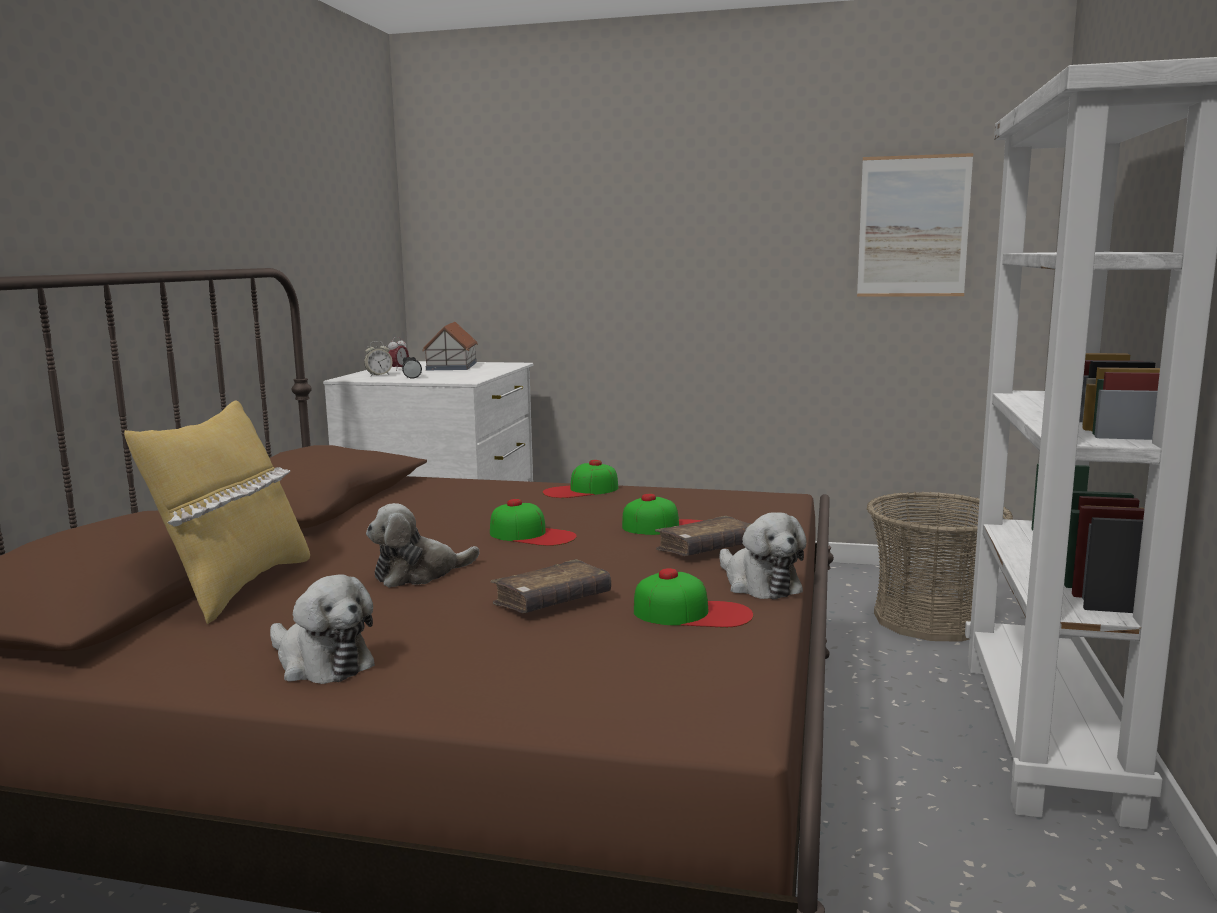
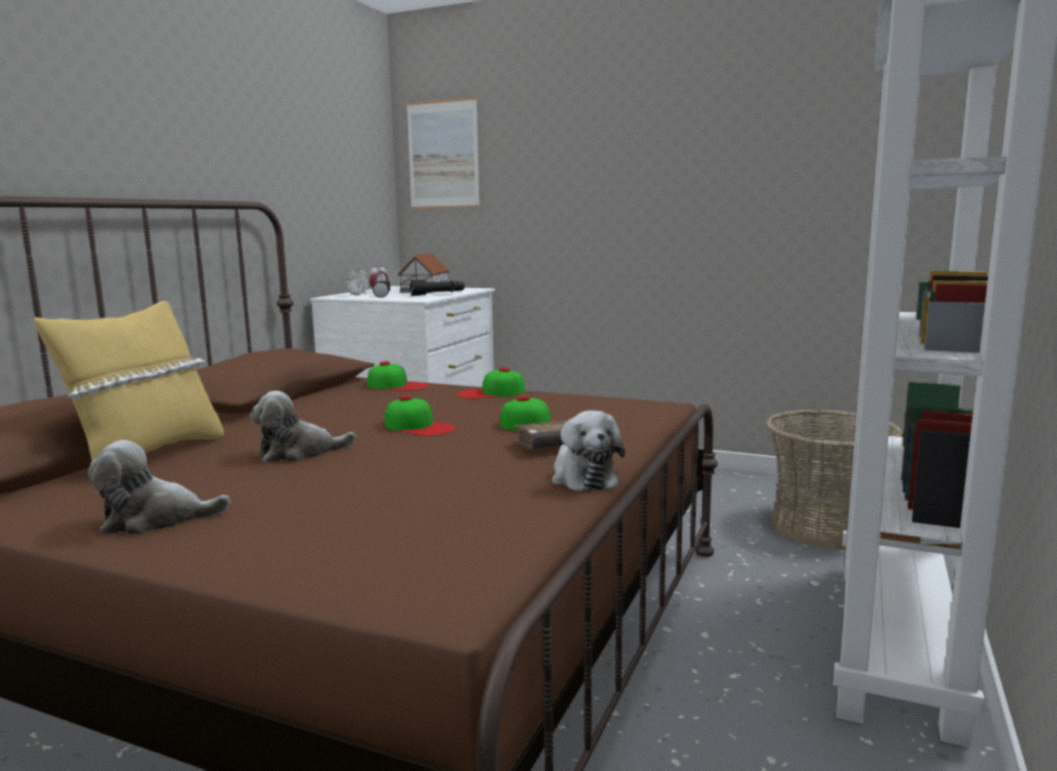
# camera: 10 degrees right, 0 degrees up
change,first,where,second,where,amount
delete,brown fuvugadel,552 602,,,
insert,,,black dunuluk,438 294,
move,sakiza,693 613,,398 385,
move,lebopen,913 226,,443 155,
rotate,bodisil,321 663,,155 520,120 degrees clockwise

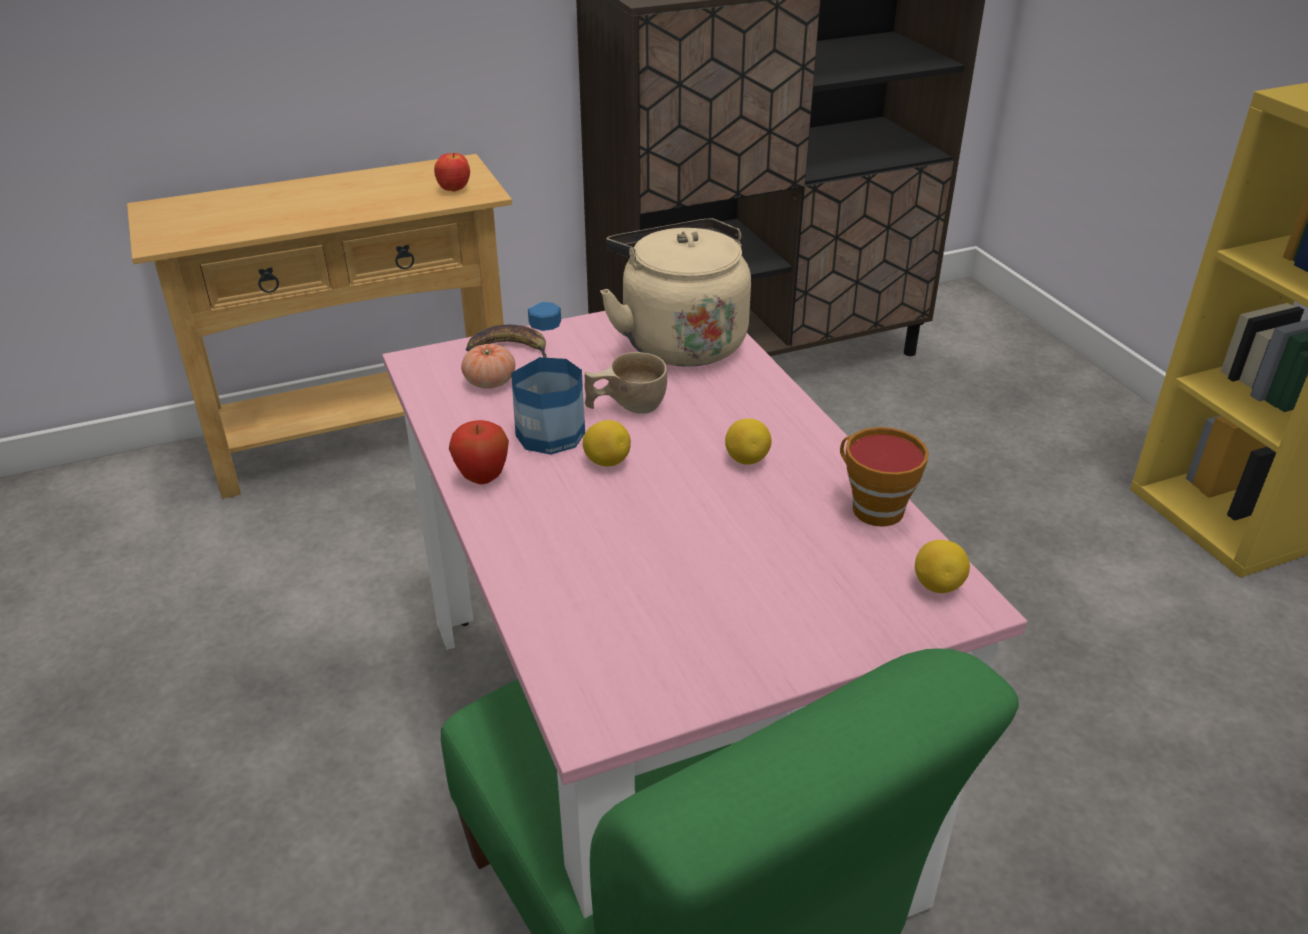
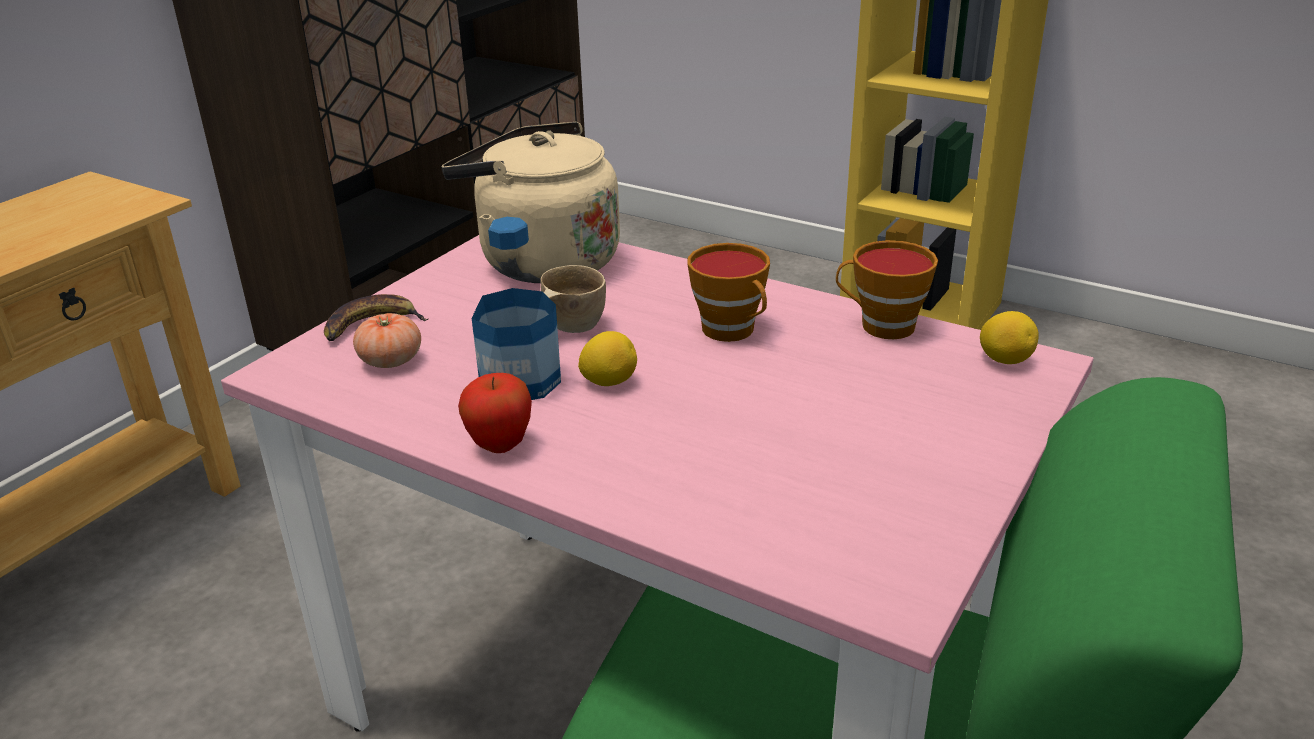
# camera: 35 degrees left, 5 degrees down
change,first,where,second,where,amount
delete,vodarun,454 190,,,
replace,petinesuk,746 460,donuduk,733 331,

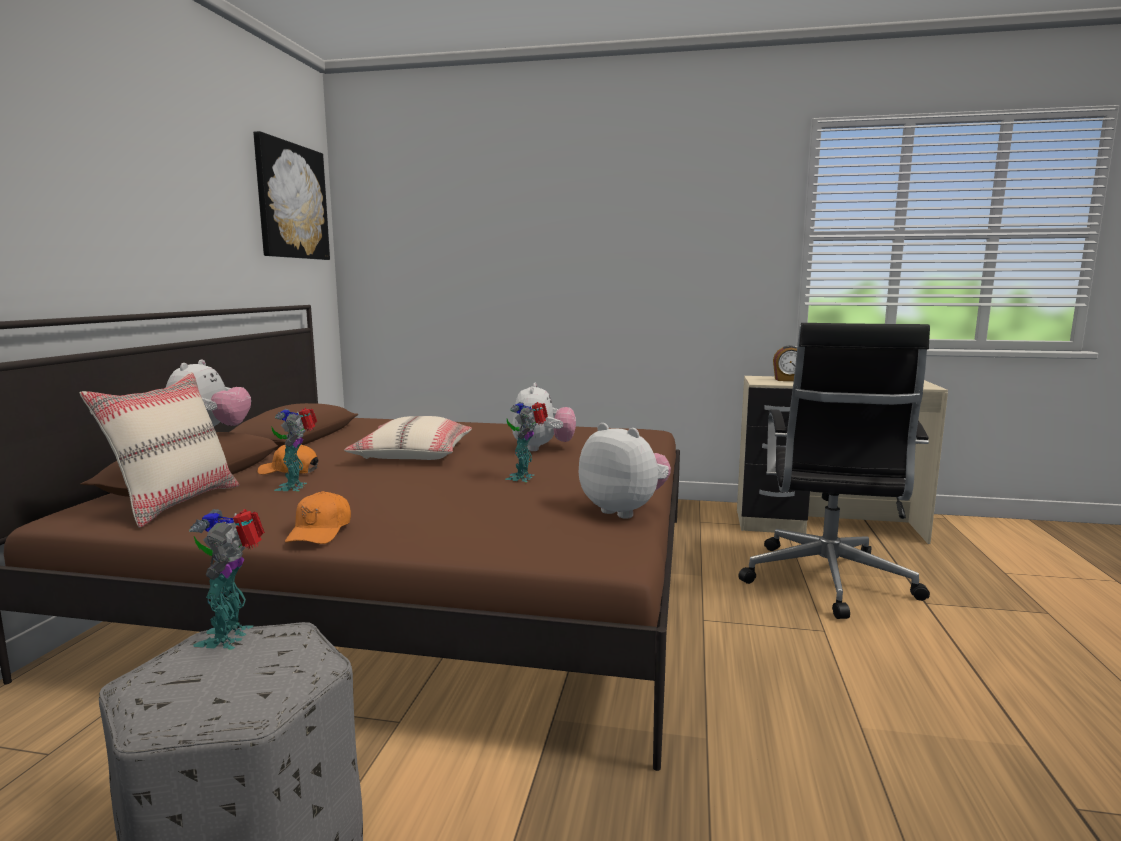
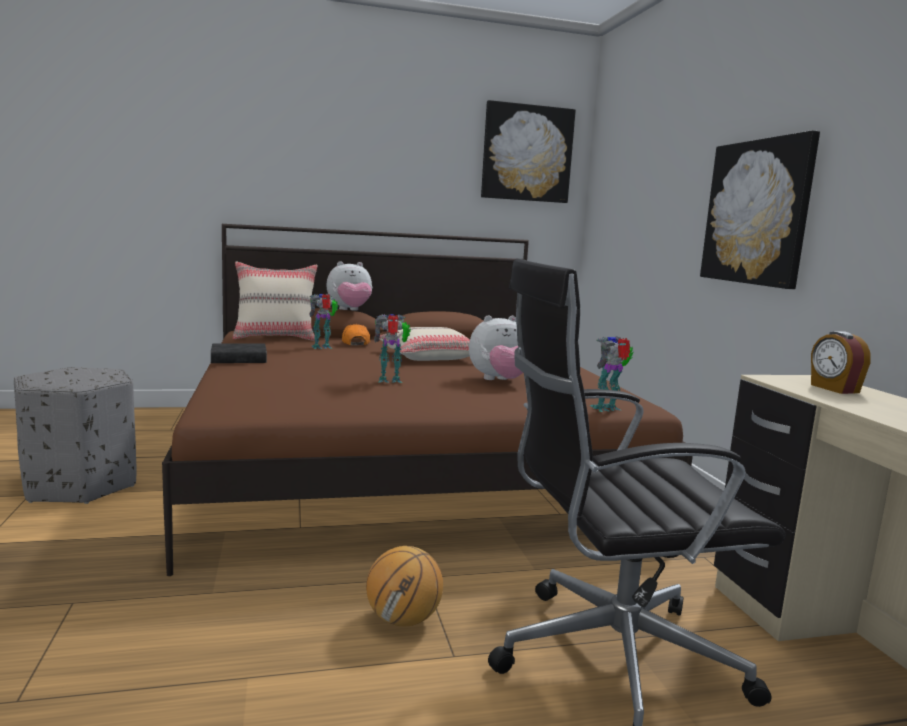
# camera: 65 degrees right, 0 degrees up
change,first,where,second,where,amount
delete,bodisil,624 510,,,
insert,,,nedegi,403 620,
insert,,,lebopen,757 212,
move,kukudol,231 636,,608 409,
replace,orange sakiza,320 531,black fuvugadel,239 359,

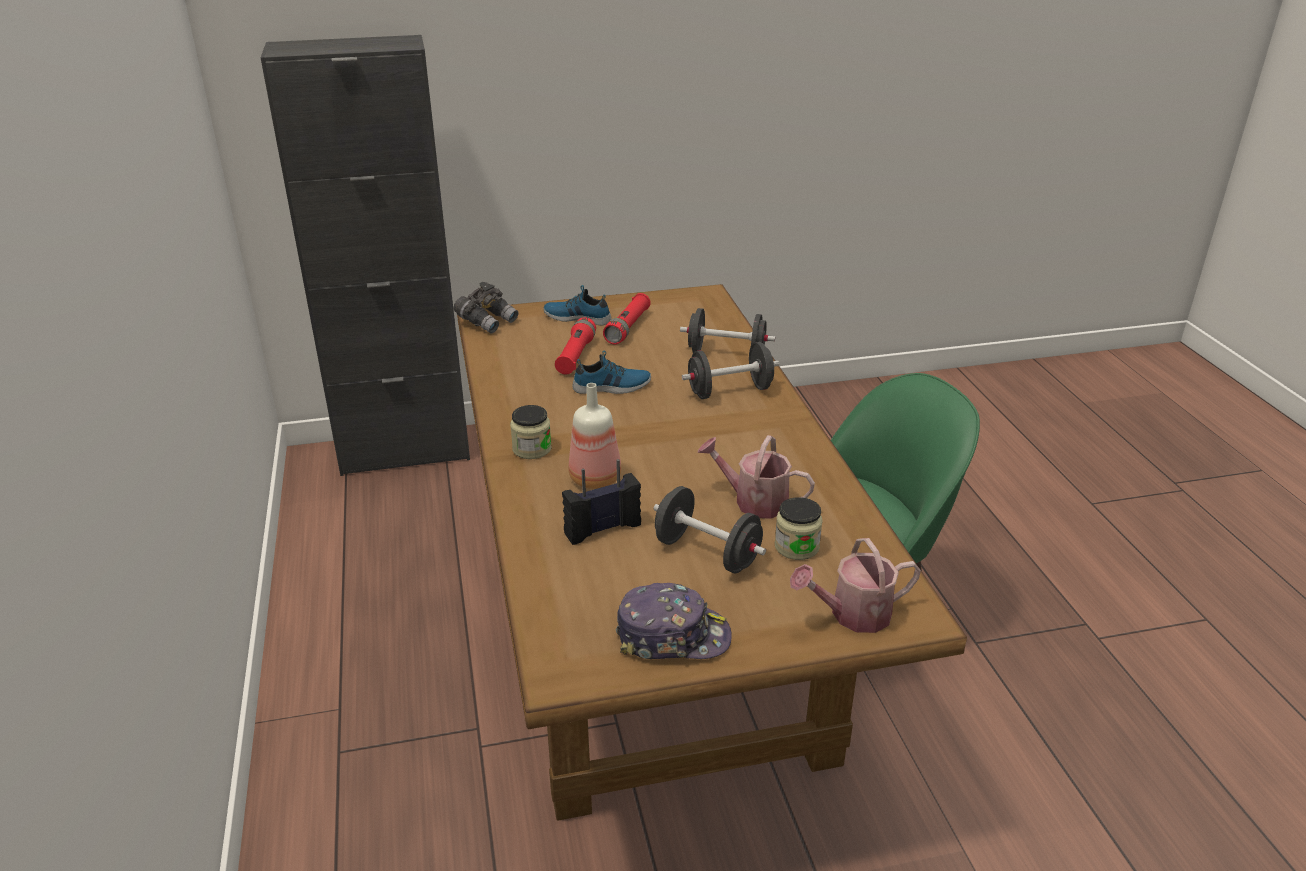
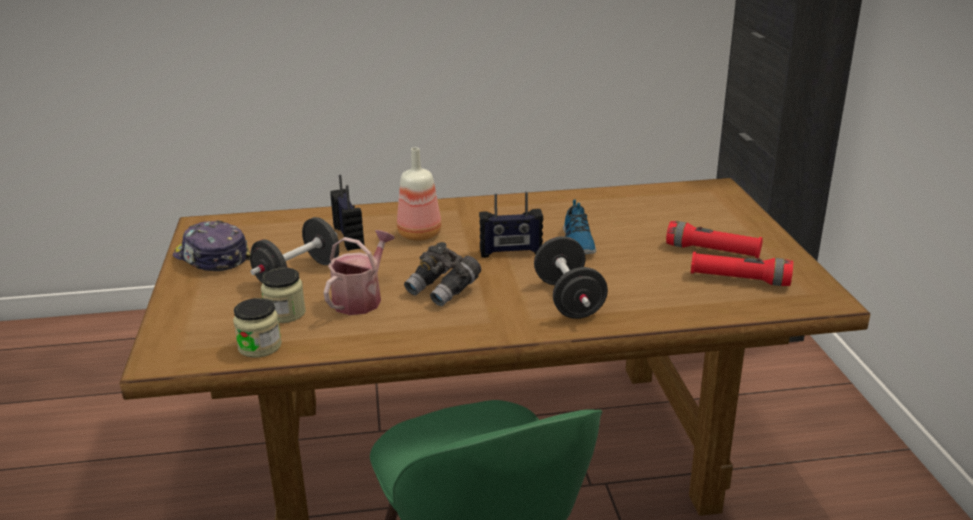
# camera: 95 degrees right, 5 degrees down
change,first,where,second,where,amount
delete,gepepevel,578 317,,,
delete,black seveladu,726 354,,,
delete,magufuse,852 614,,,
insert,,,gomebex,511 252,
move,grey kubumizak,487 322,,444 290,
move,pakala,532 449,,260 346,
move,red dunuluk,575 356,,739 279,
rotate,sakiza,672 636,,211 258,120 degrees clockwise

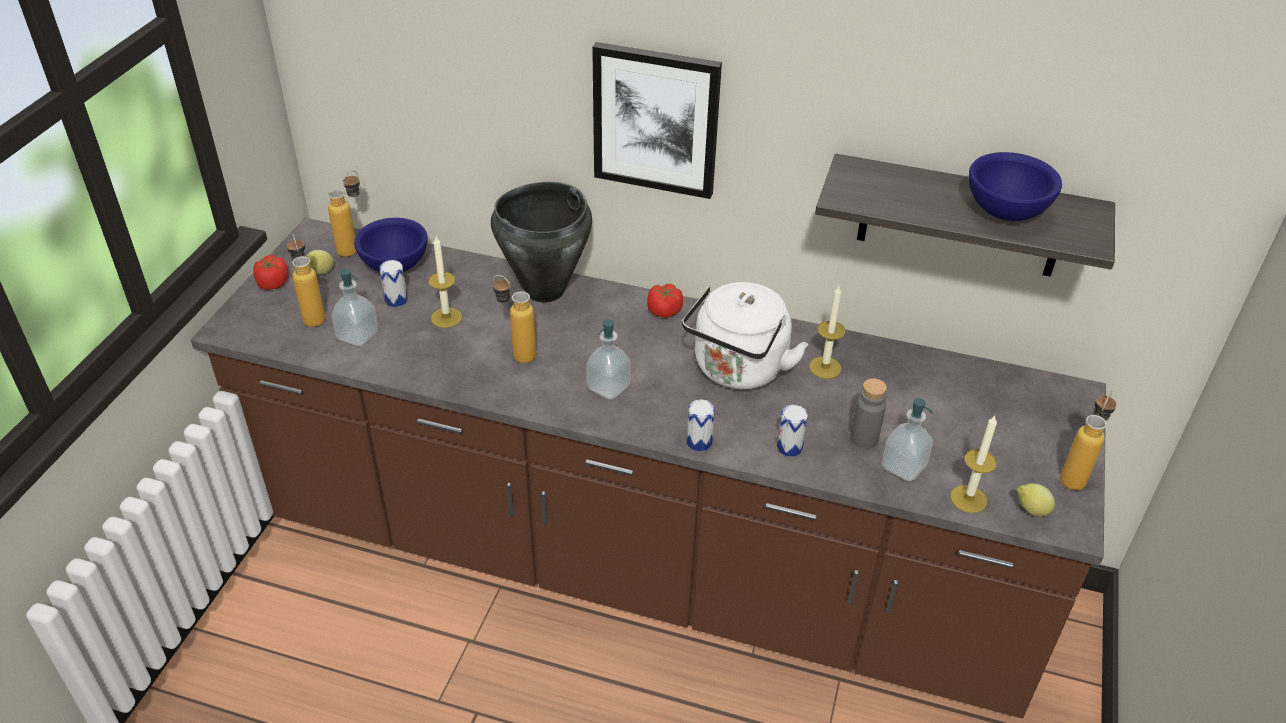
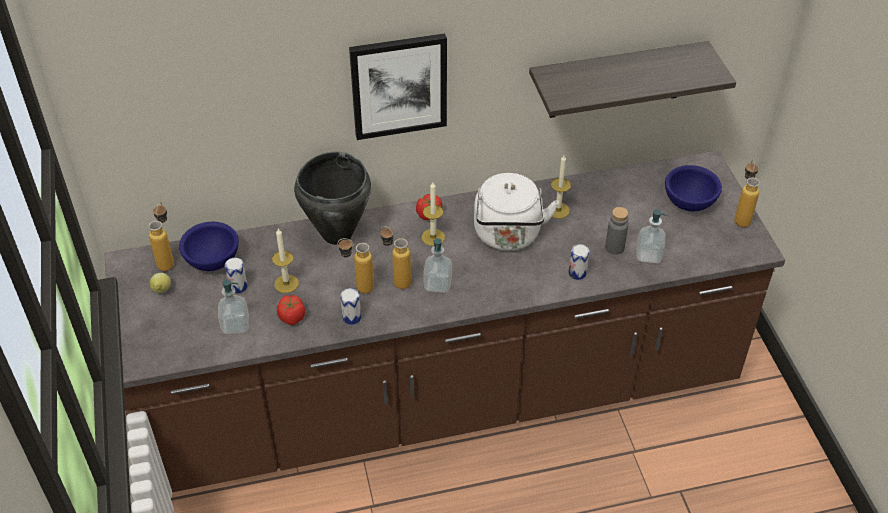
# camera: 30 degrees left, 5 degrees up
change,first,where,second,where,amount
delete,petinesuk,1030 511,,,
move,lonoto,273 283,,292 317,
move,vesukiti,312 315,,396 280,
move,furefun,699 442,,351 317,
move,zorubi,968 499,,433 237,
move,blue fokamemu,1004 212,,688 203,

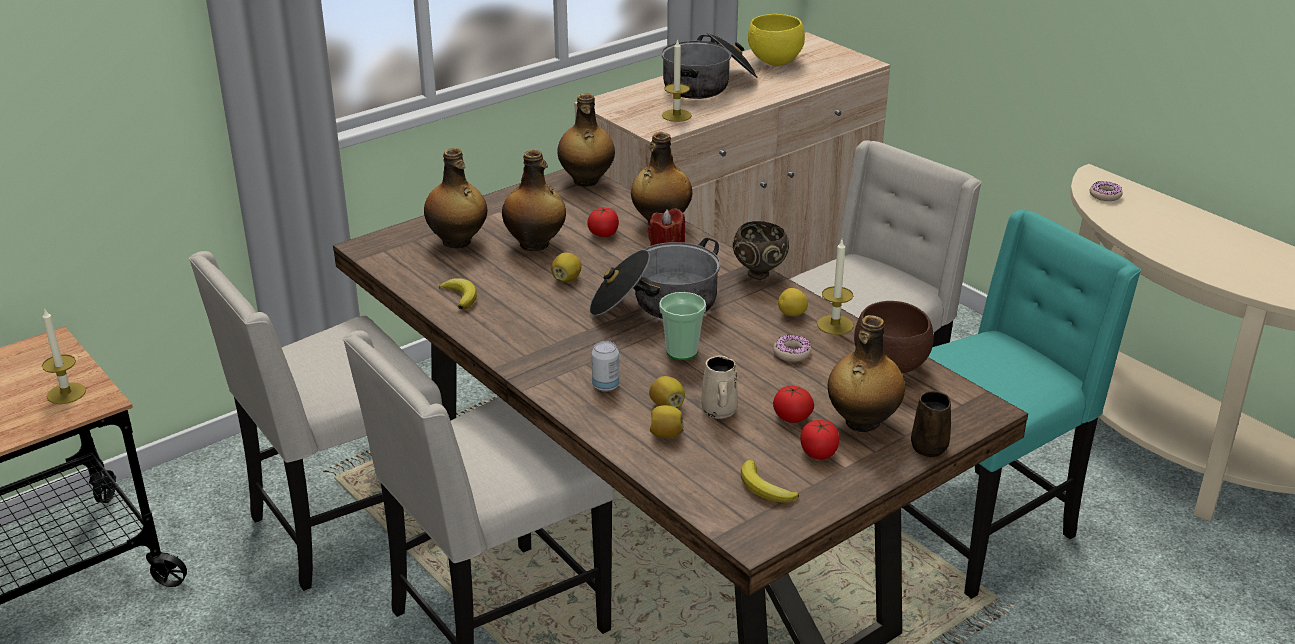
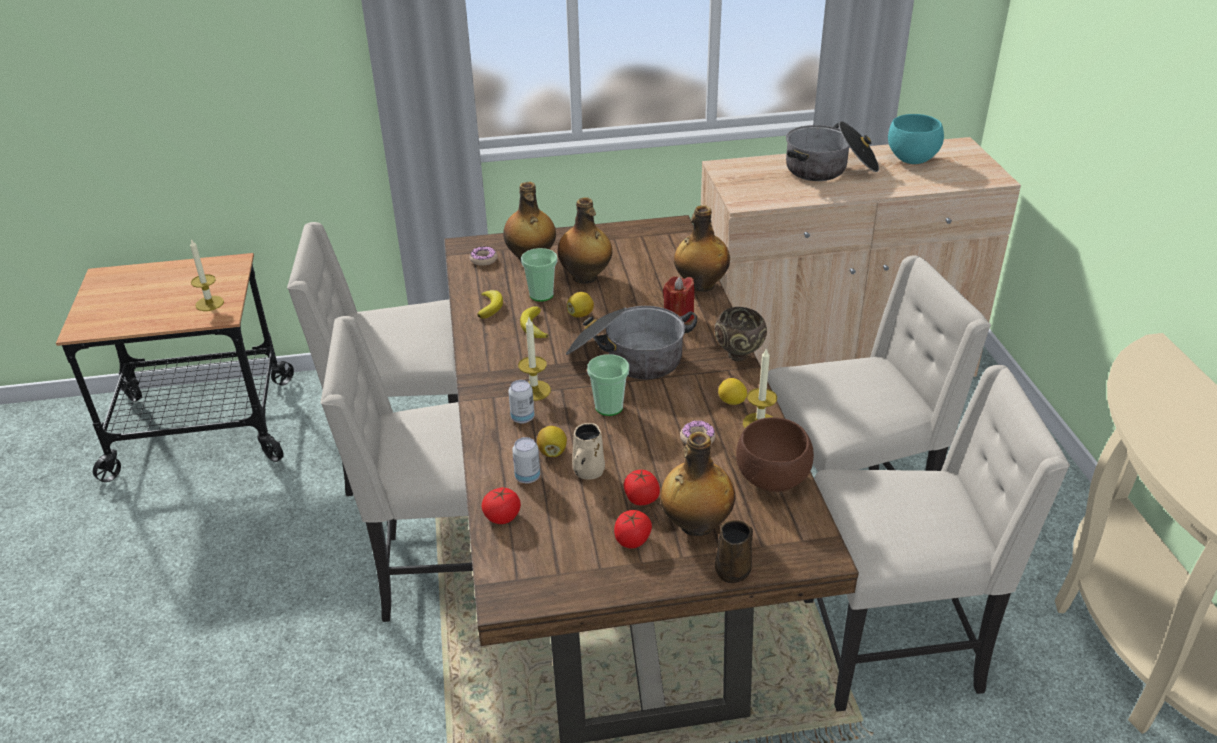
# camera: 30 degrees right, 5 degrees up
change,first,where,second,where,amount
delete,vesukiti,586 181,,,
insert,,,donuduk,541 295,
move,lonoto,603 234,,502 517,
move,zorubi,676 115,,534 390,
move,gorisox,765 488,,533 326,
move,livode,1105 195,,483 259,
replace,petinesuk,666 434,furefun,527 477,
recolor,yellow fokamemu,775 62,turquoise fokamemu,911 160,
recolor,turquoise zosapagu,976 527,beige zosapagu,894 646,

